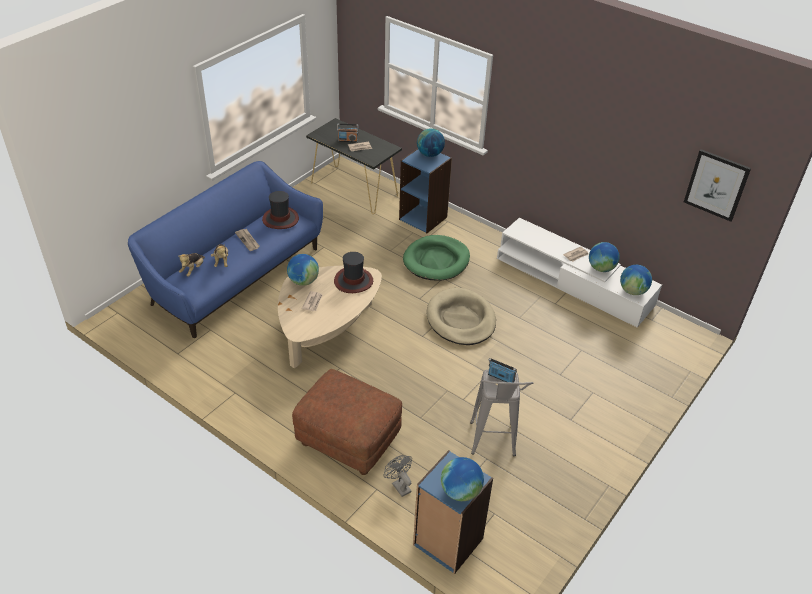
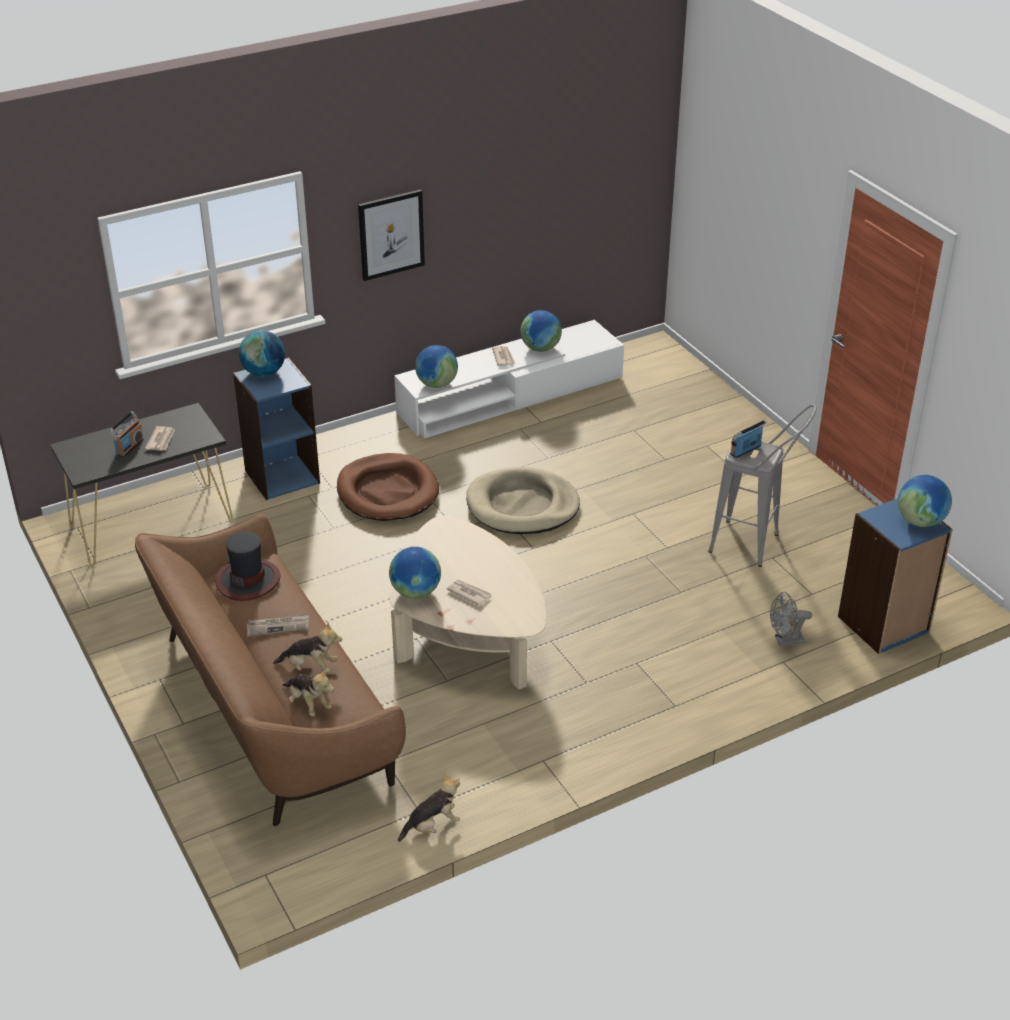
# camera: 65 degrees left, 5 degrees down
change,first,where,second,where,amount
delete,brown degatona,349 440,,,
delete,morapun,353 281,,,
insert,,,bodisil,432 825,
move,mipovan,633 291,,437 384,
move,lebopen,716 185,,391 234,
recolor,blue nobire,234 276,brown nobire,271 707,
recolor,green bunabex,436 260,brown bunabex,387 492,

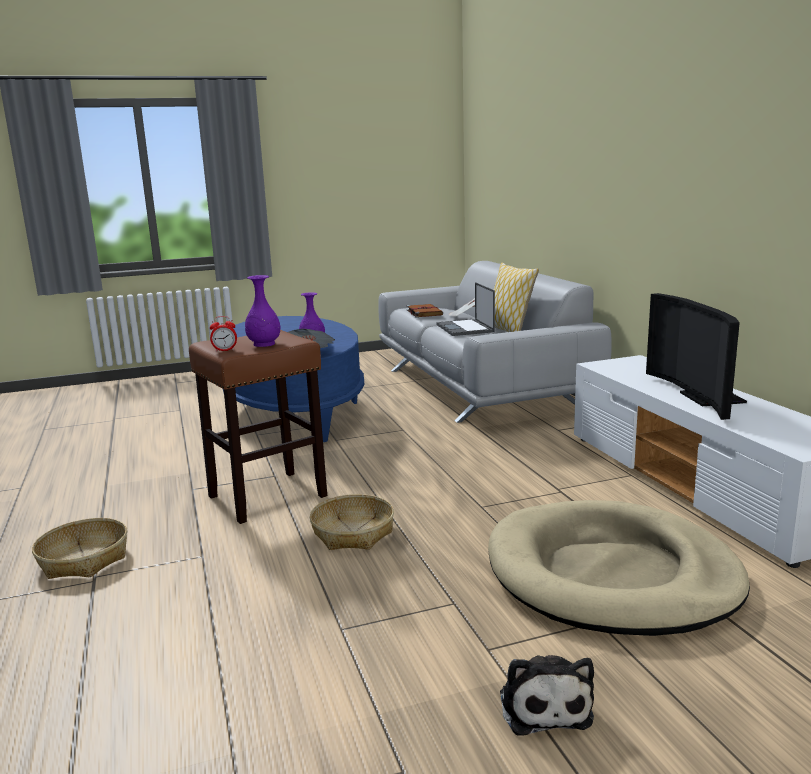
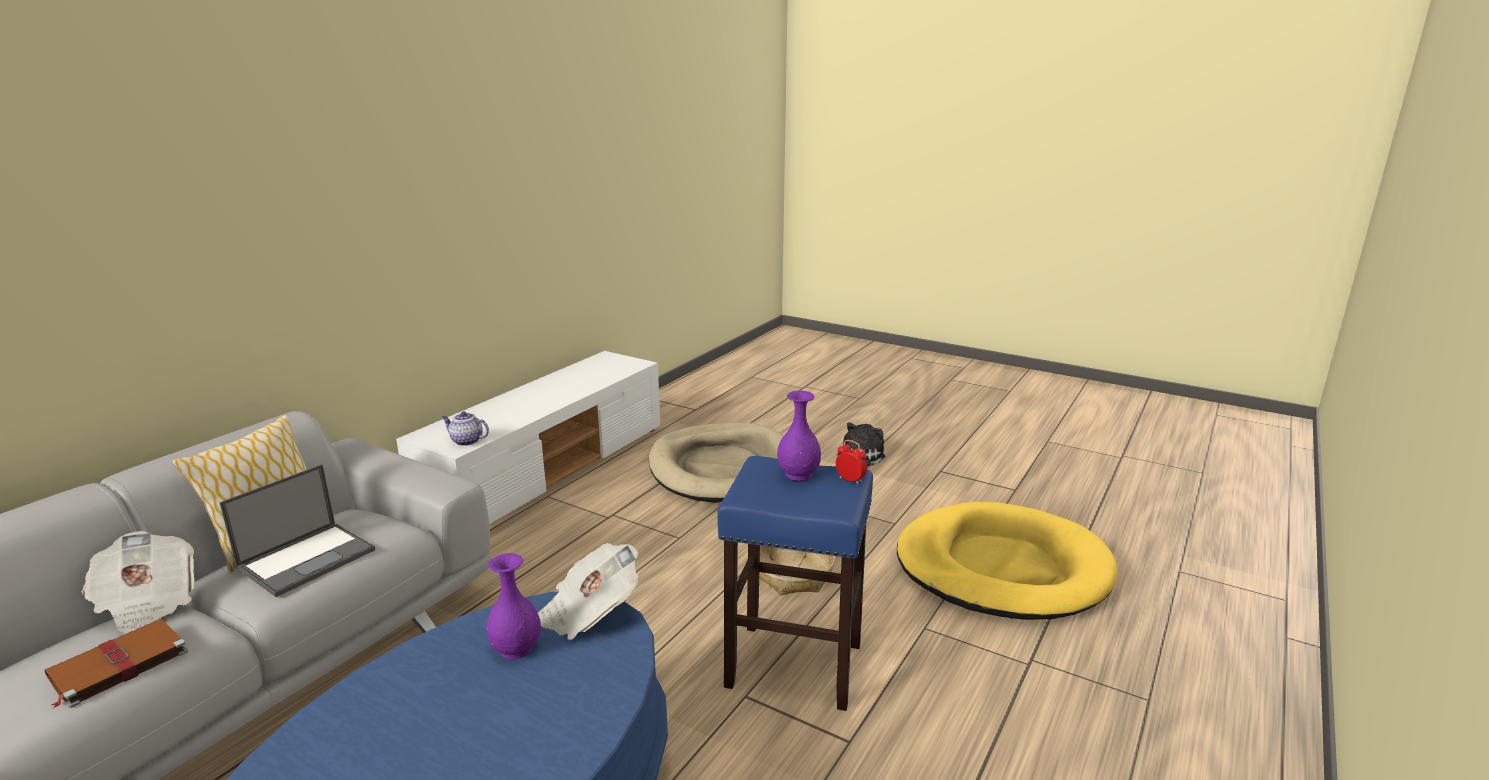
# camera: 130 degrees left, 5 degrees up
change,first,where,second,where,amount
delete,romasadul,83 560,,,
delete,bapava,703 398,,,
insert,,,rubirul,466 441,
insert,,,yellow bunabex,1001 568,
recolor,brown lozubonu,268 496,blue lozubonu,792 665,

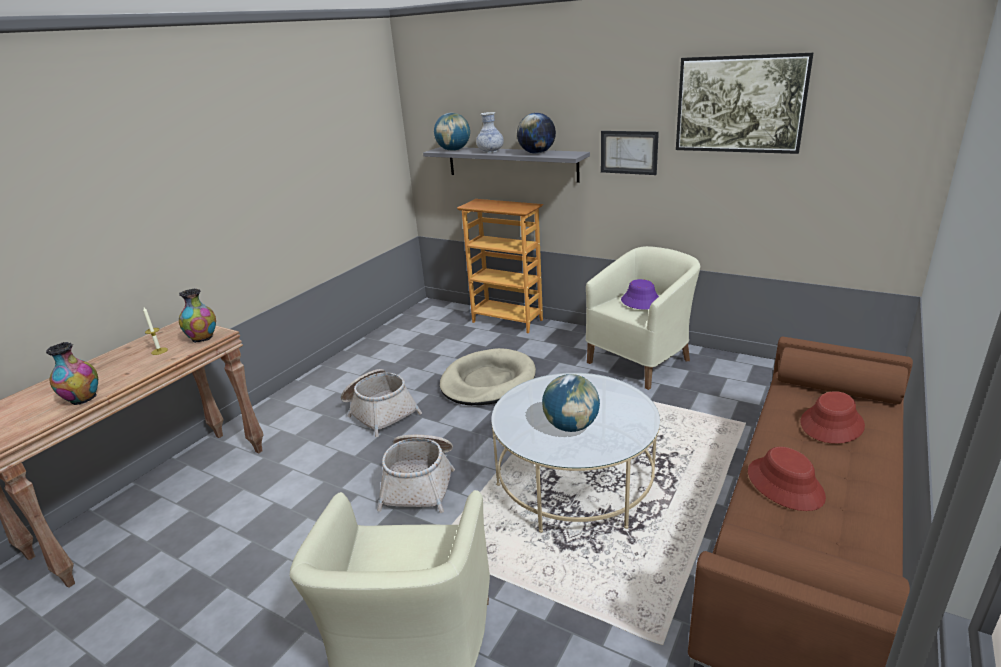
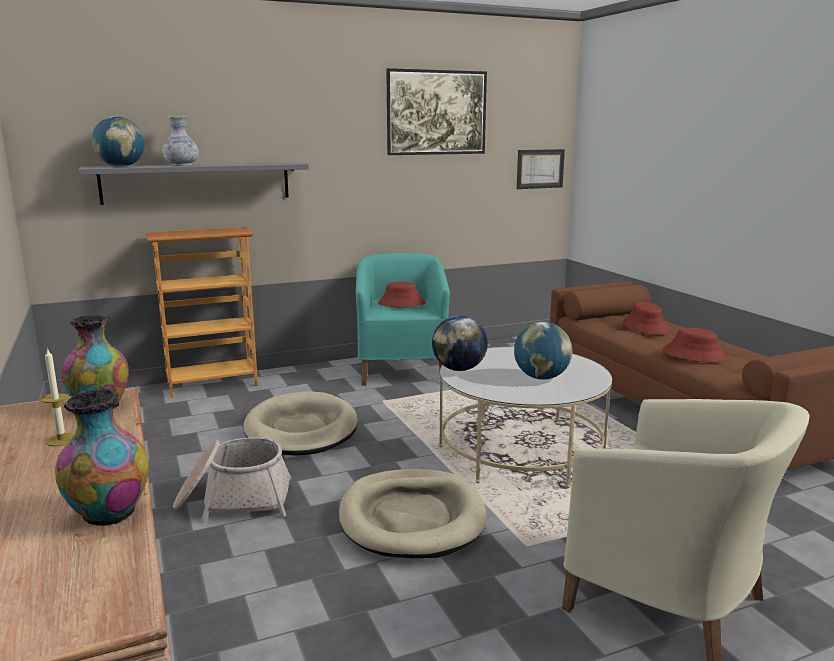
# camera: 55 degrees left, 10 degrees down
change,first,where,second,where,amount
move,mipovan,537 153,,459 369,
move,lebopen,629 152,,540 169,
replace,romasadul,420 482,beige bunabex,412 518,
recolor,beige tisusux,641 361,turquoise tisusux,402 370,
recolor,purple morapun,641 301,red morapun,401 303,

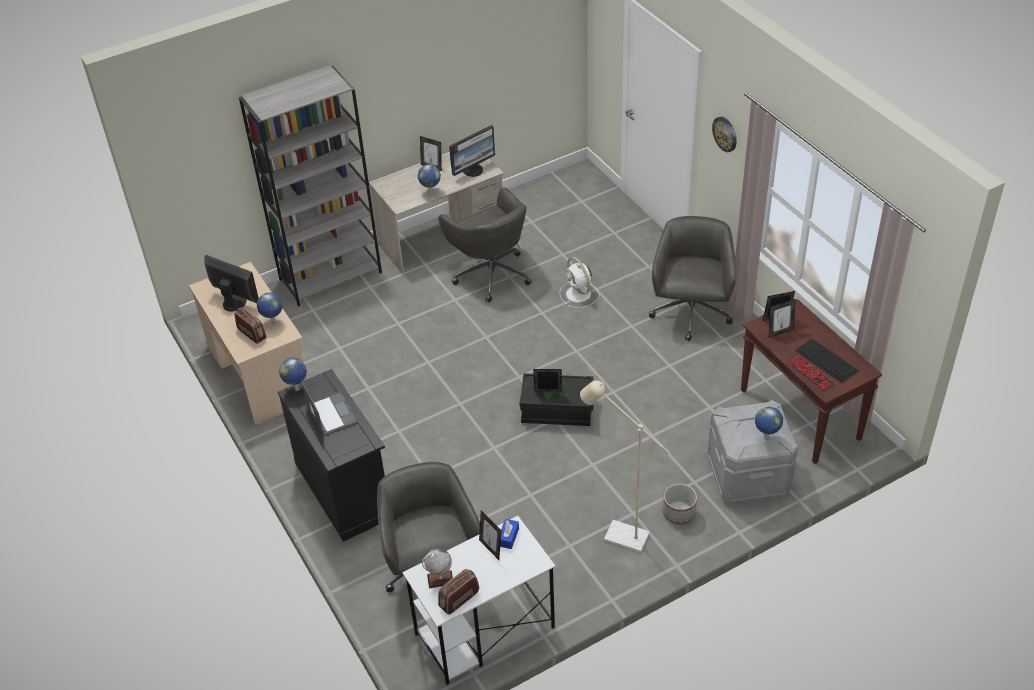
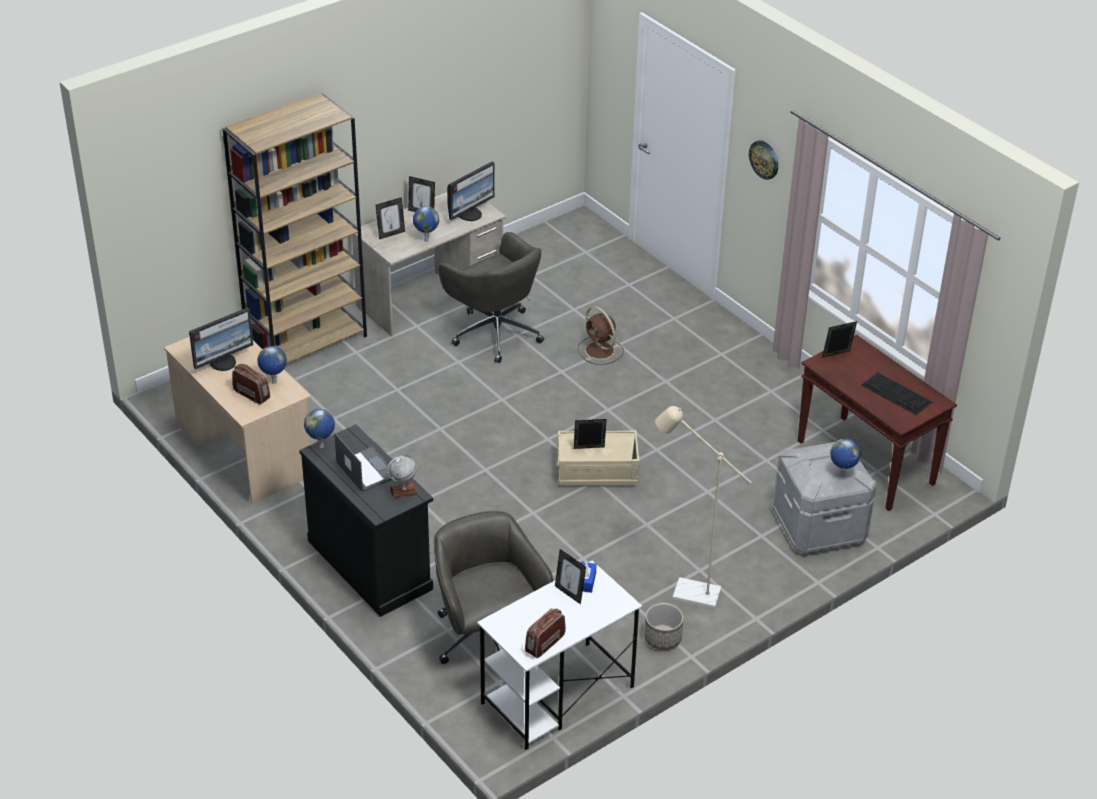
# camera: 10 degrees left, 5 degrees down
change,first,where,second,where,amount
delete,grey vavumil,690 314,,,
delete,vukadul,811 374,,,
move,mipovan,440 579,,403 491,
move,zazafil,679 513,,662 638,
move,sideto,780 332,,391 234,
recolor,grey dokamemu,331 275,brown dokamemu,307 342,
recolor,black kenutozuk,557 410,beige kenutozuk,597 471,
recolor,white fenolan,579 295,brown fenolan,600 351,
rotate,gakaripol,235 302,,223 362,120 degrees clockwise

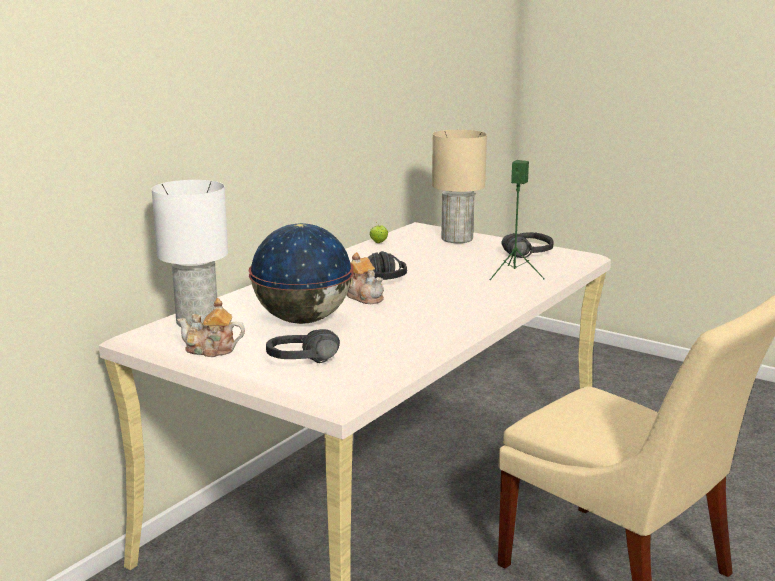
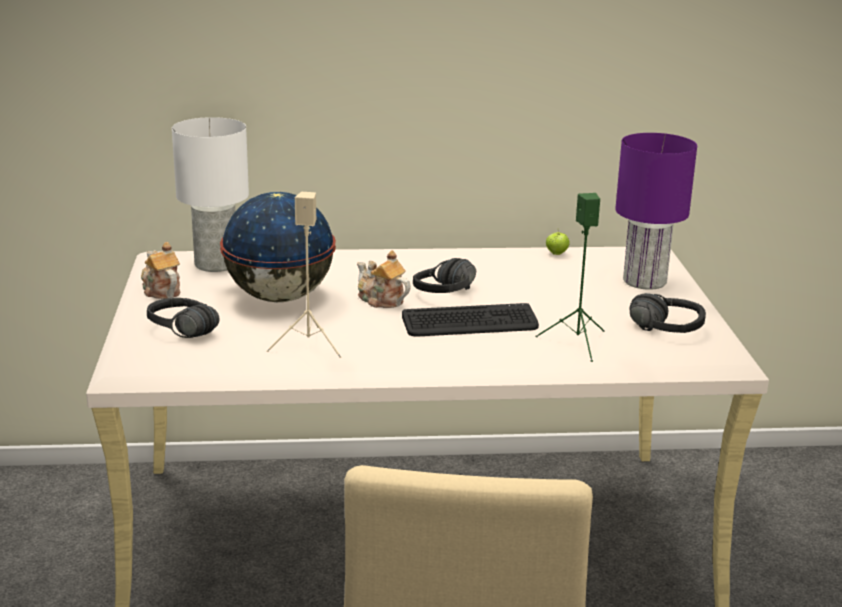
# camera: 50 degrees right, 5 degrees up
change,first,where,second,where,amount
insert,,,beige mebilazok,309 345,
insert,,,vukadul,470 323,
recolor,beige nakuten,456 239,purple nakuten,644 281,
rotate,rubirul,364 297,,381 300,120 degrees clockwise

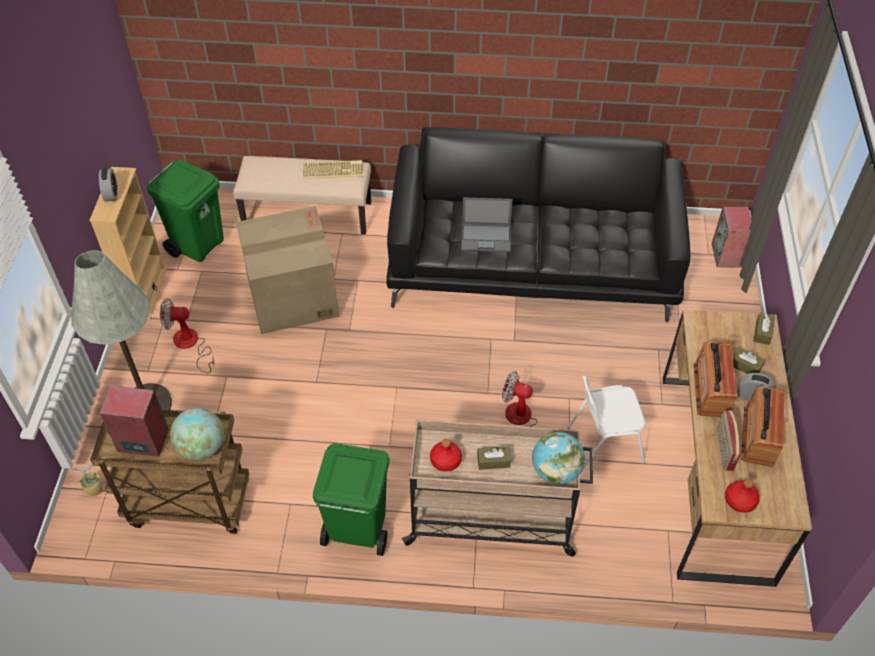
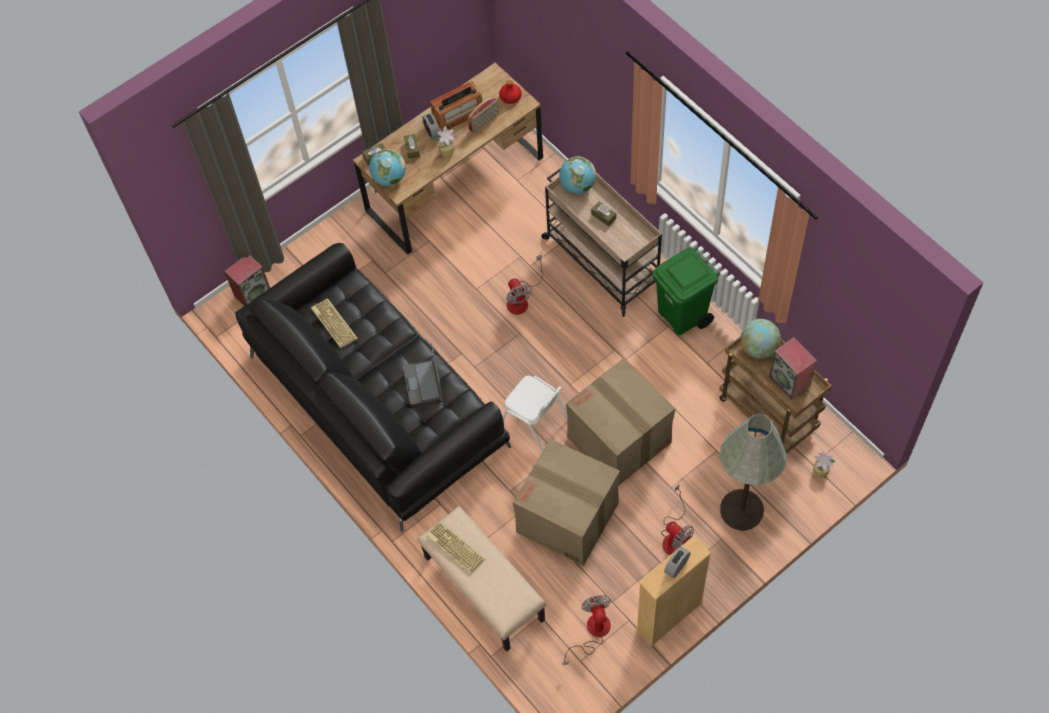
# camera: 130 degrees left, 10 degrees up
change,first,where,second,where,amount
delete,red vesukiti,445 460,,,
insert,,,vukadul,333 323,
insert,,,mipovan,389 178,
insert,,,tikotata,619 440,
move,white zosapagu,604 443,,534 423,
replace,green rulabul,198 244,fenolan,592 632,
replace,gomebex,711 389,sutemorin,447 153,
rotate,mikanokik,486 237,,423 383,150 degrees counterclockwise

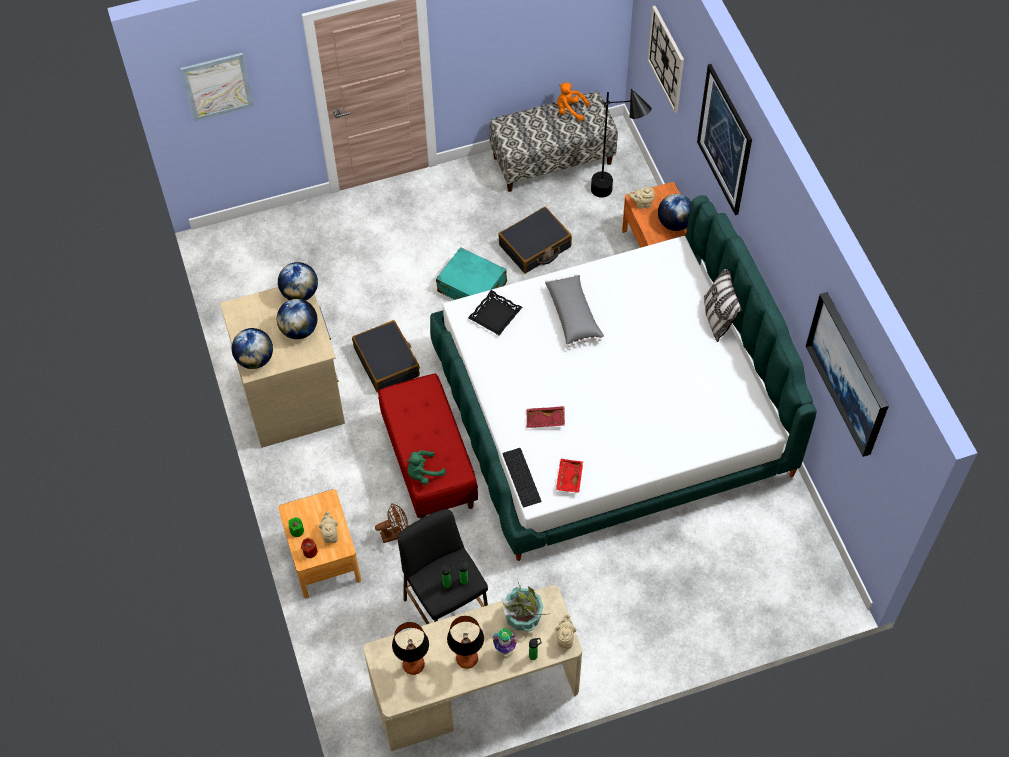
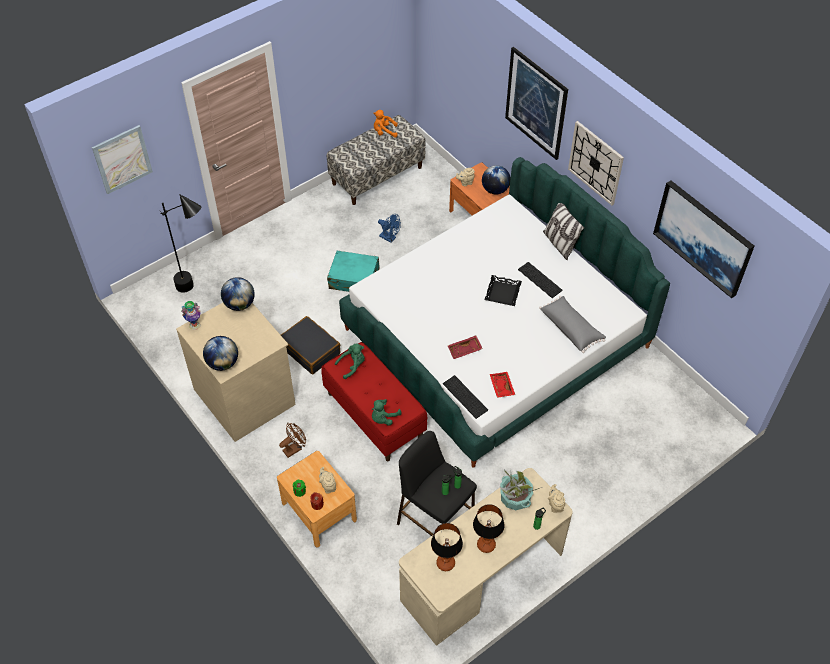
# camera: 20 degrees left, 5 degrees down
change,first,where,second,where,amount
delete,mipovan,299 330,,,
insert,,,green bodisil,352 366,
insert,,,vukadul,541 279,
move,brown fenolan,395 534,,294 448,
move,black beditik,495 315,,503 293,
move,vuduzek,505 652,,194 325,
move,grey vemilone,573 315,,571 328,
move,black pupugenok,615 198,,197 290,
move,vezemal,666 59,,595 163,
replace,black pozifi,535 246,blue fenolan,390 238,

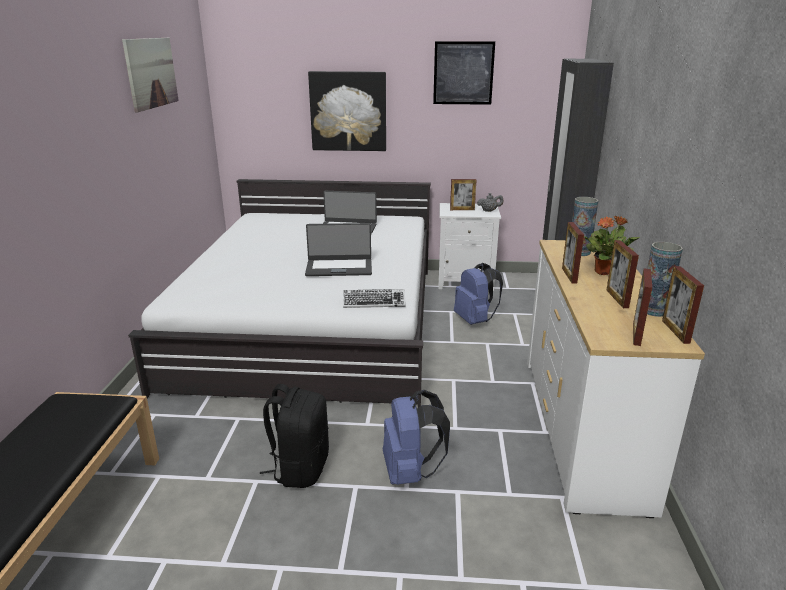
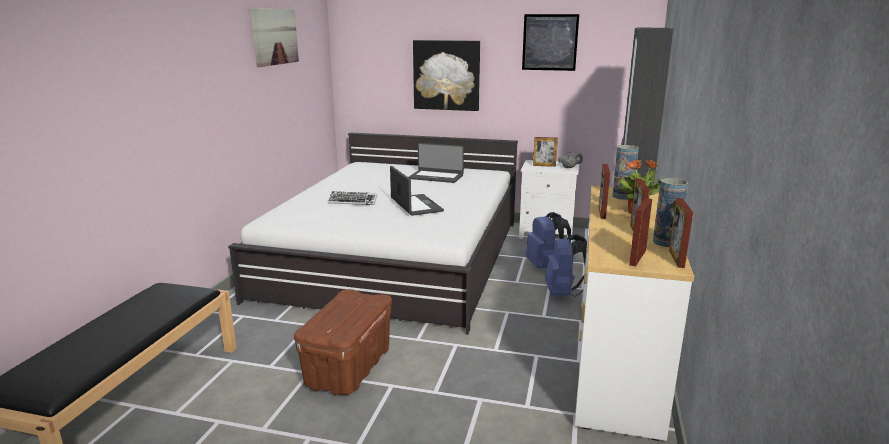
# camera: 10 degrees right, 5 degrees down
change,first,where,second,where,amount
move,vukadul,374 302,,353 201,
move,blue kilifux,410 472,,564 293,
replace,black kilifux,300 468,brown kenutozuk,349 367,
rotate,mikanokik,339 267,,415 205,120 degrees counterclockwise

